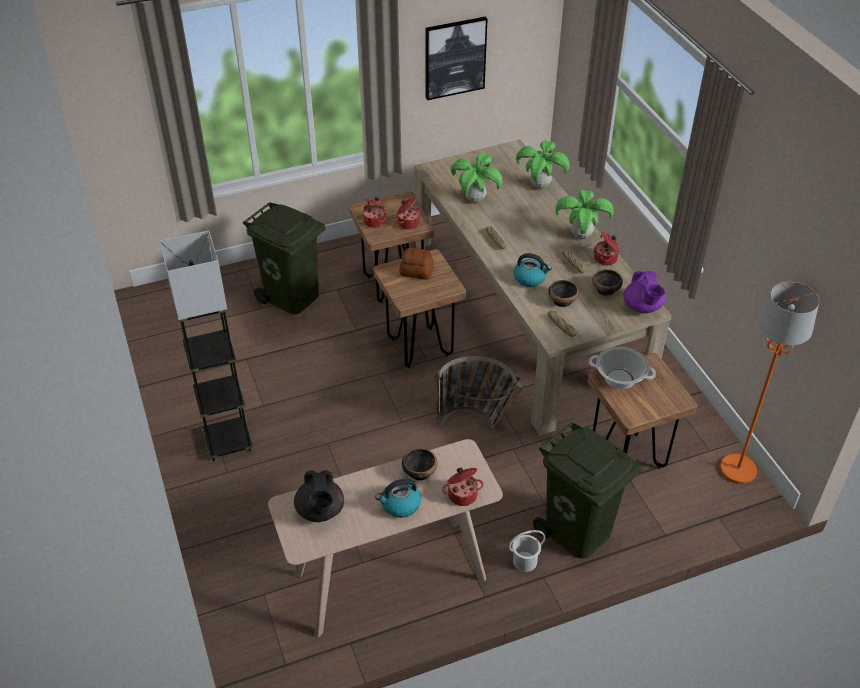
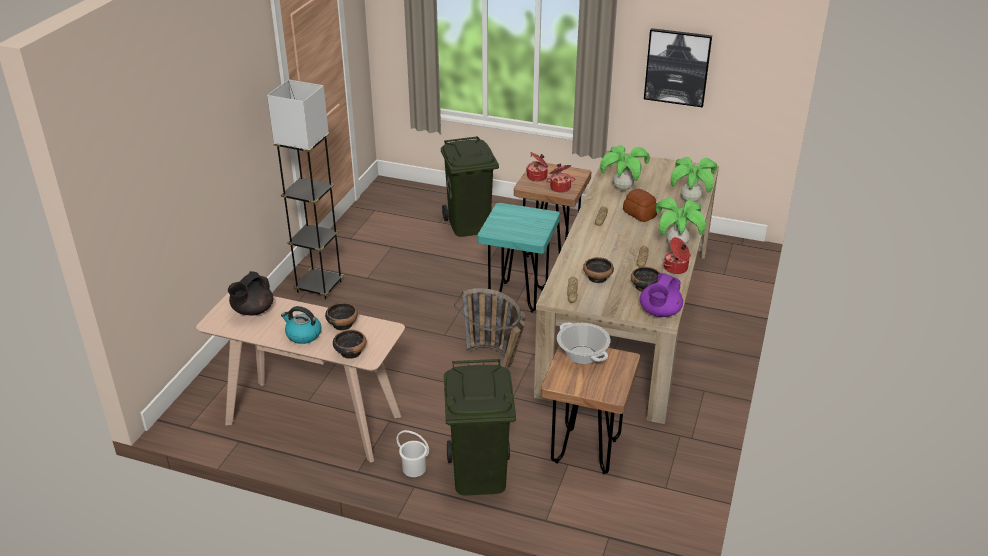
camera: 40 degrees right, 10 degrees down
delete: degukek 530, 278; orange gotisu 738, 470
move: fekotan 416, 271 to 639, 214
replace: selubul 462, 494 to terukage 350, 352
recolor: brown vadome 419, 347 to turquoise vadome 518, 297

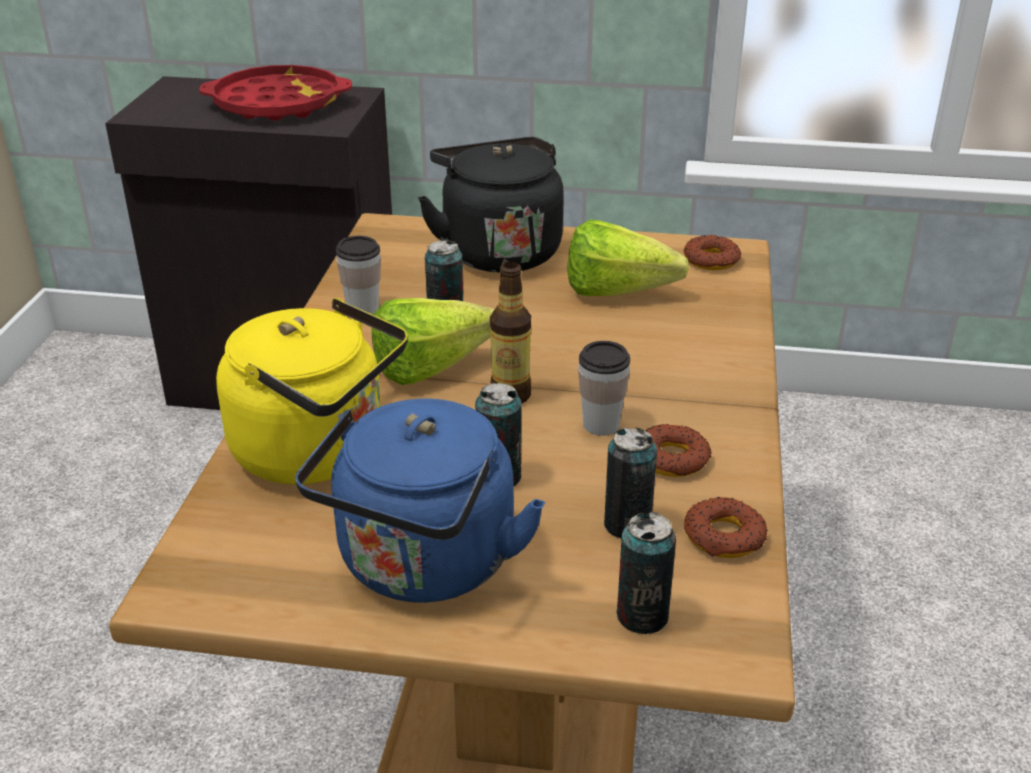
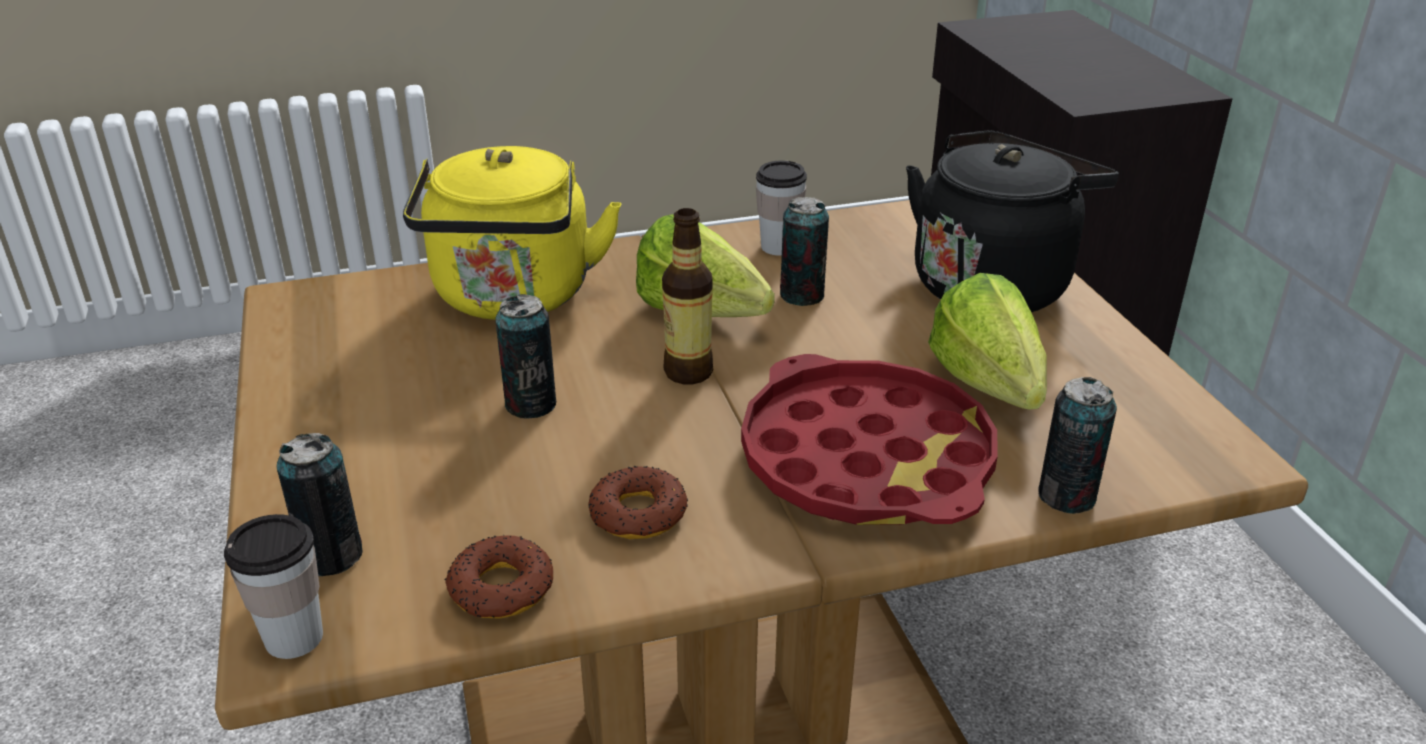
camera: 65 degrees right, 0 degrees up
delete: blue degukek 423, 567; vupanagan 711, 260
move: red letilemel 278, 104 to 866, 460; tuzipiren 601, 425 to 293, 638; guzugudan 627, 525 to 1066, 496

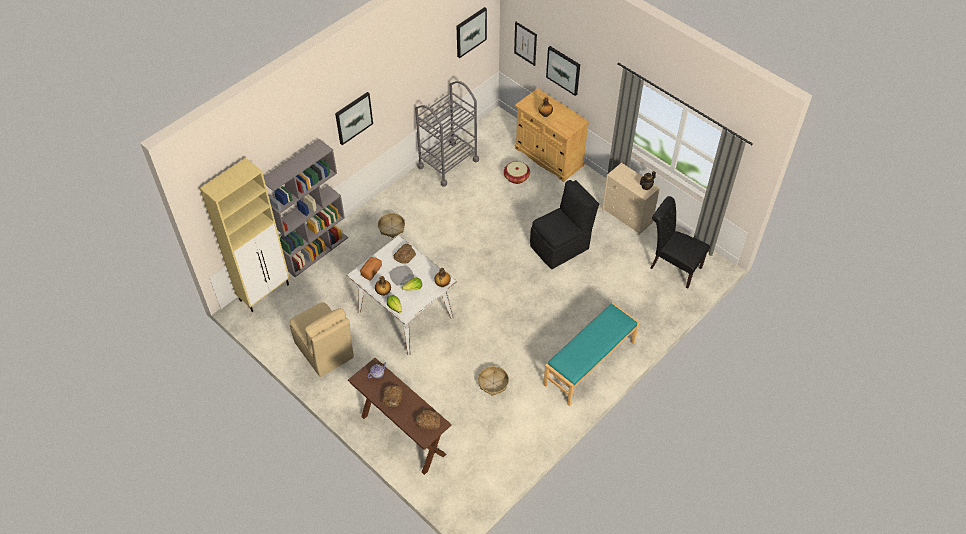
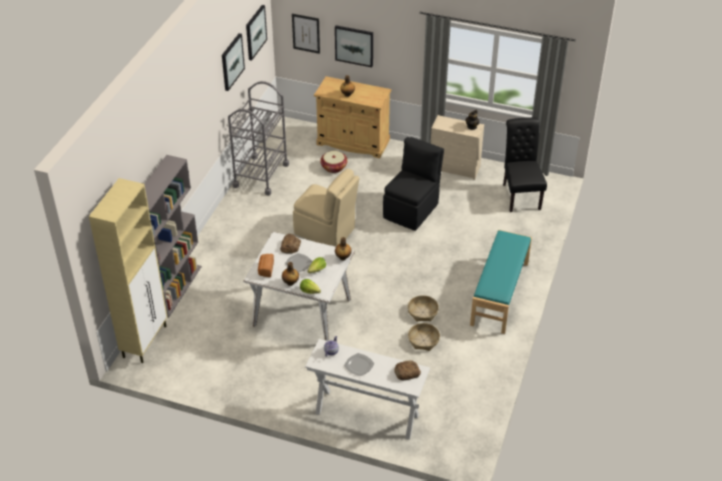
camera: 25 degrees left, 10 degrees down
move: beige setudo 325, 351 to 326, 232; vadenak 353, 118 to 232, 61; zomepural 391, 228 to 422, 312
replace: fekotan 392, 397 to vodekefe 359, 365
recolor: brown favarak 403, 435 to white favarak 367, 414
rotate: black setudo 672, 266 = 520, 194 75 degrees clockwise

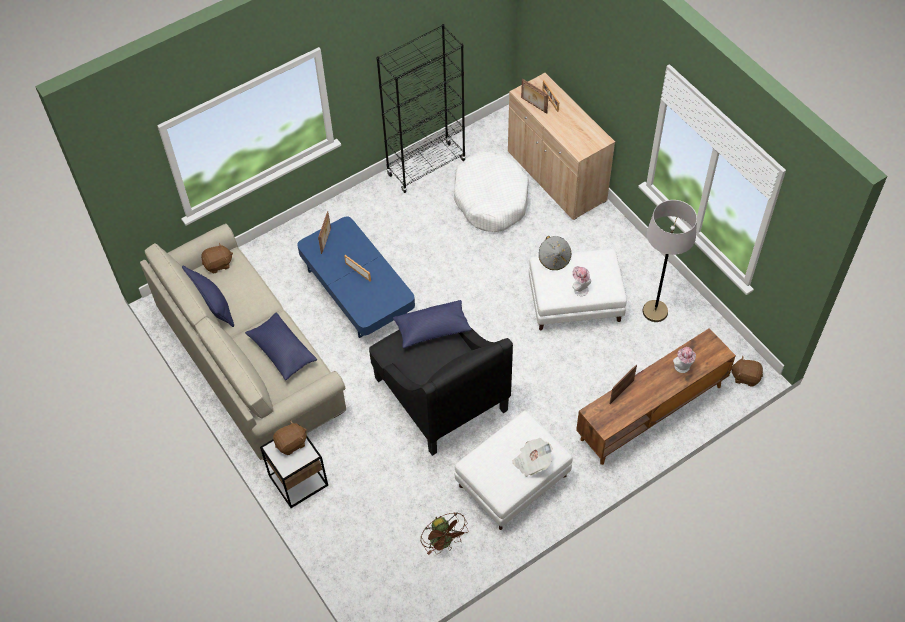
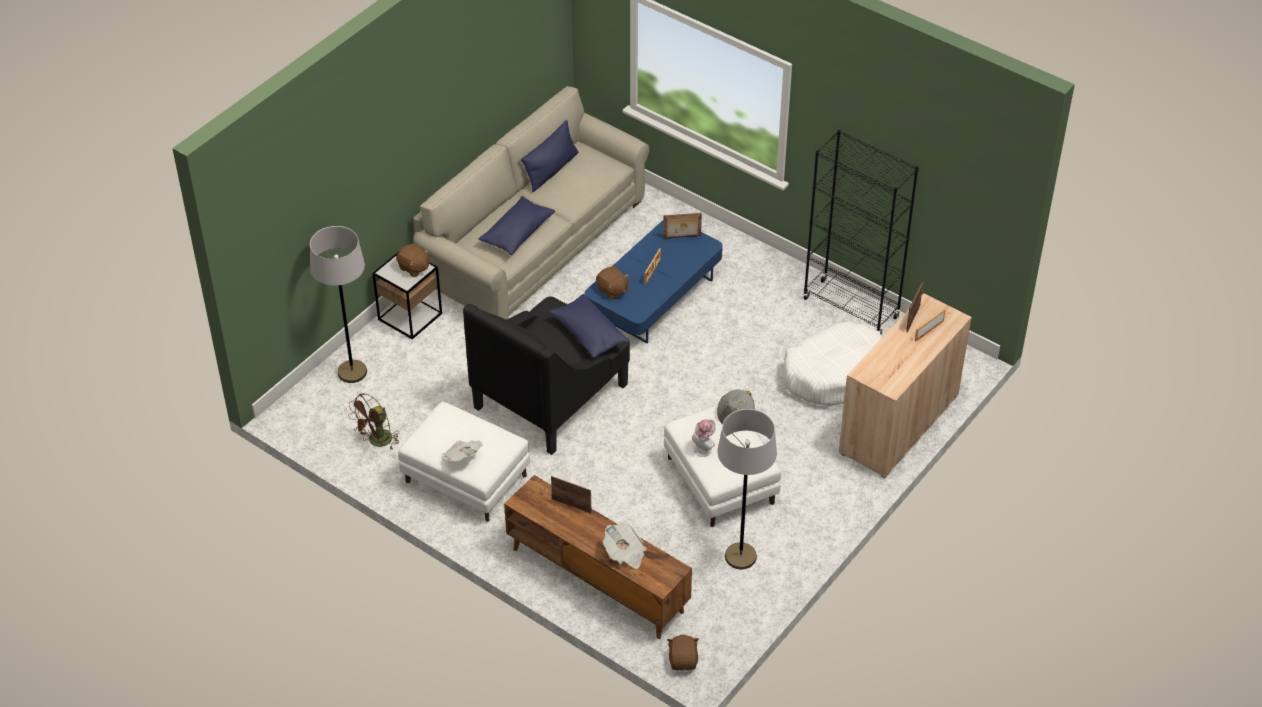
camera: 70 degrees right, 10 degrees down
insert: grey gotisu 352, 372
move: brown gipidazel 218, 264 to 612, 290
replace: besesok 683, 368 to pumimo 625, 553

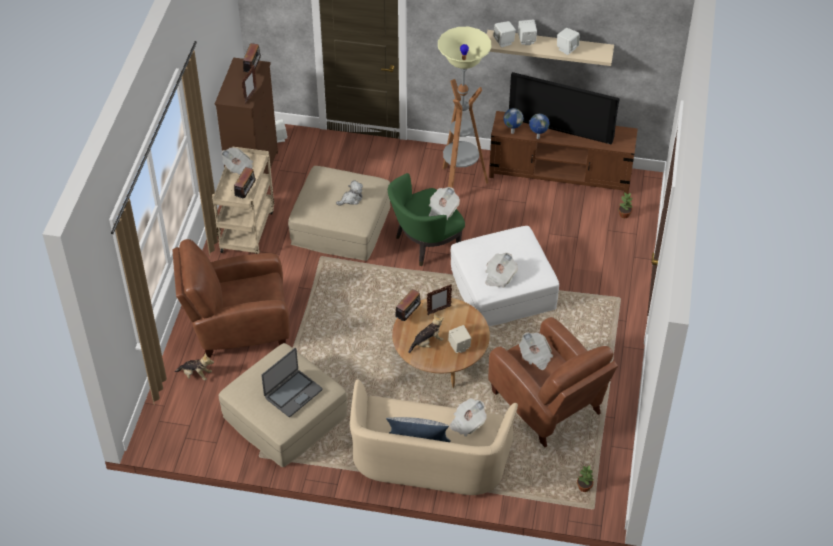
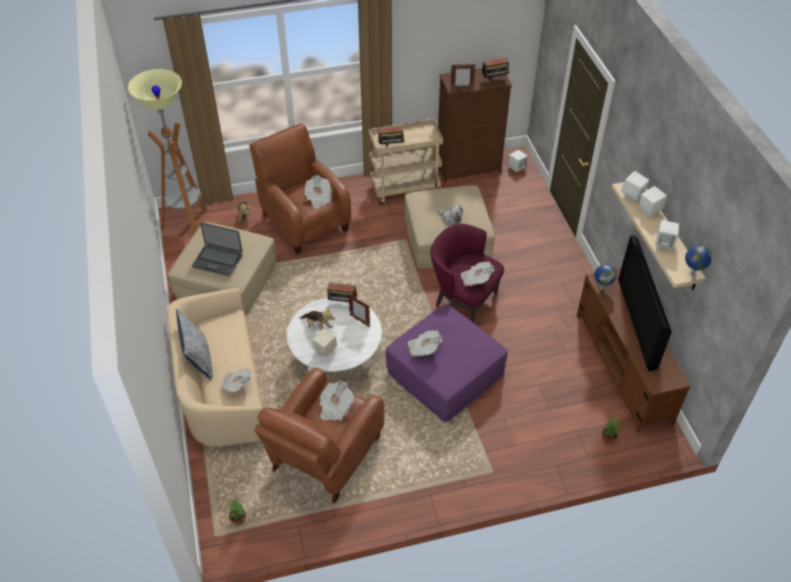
camera: 65 degrees right, 0 degrees up
move: pumimo 239, 168 to 318, 198; gotisu 460, 183 to 188, 224; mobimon 537, 138 to 691, 274
recolor: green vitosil 424, 244 to purple vitosil 463, 299; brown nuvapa 440, 360 to white nuvapa 336, 357; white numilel 502, 289 to purple numilel 445, 372

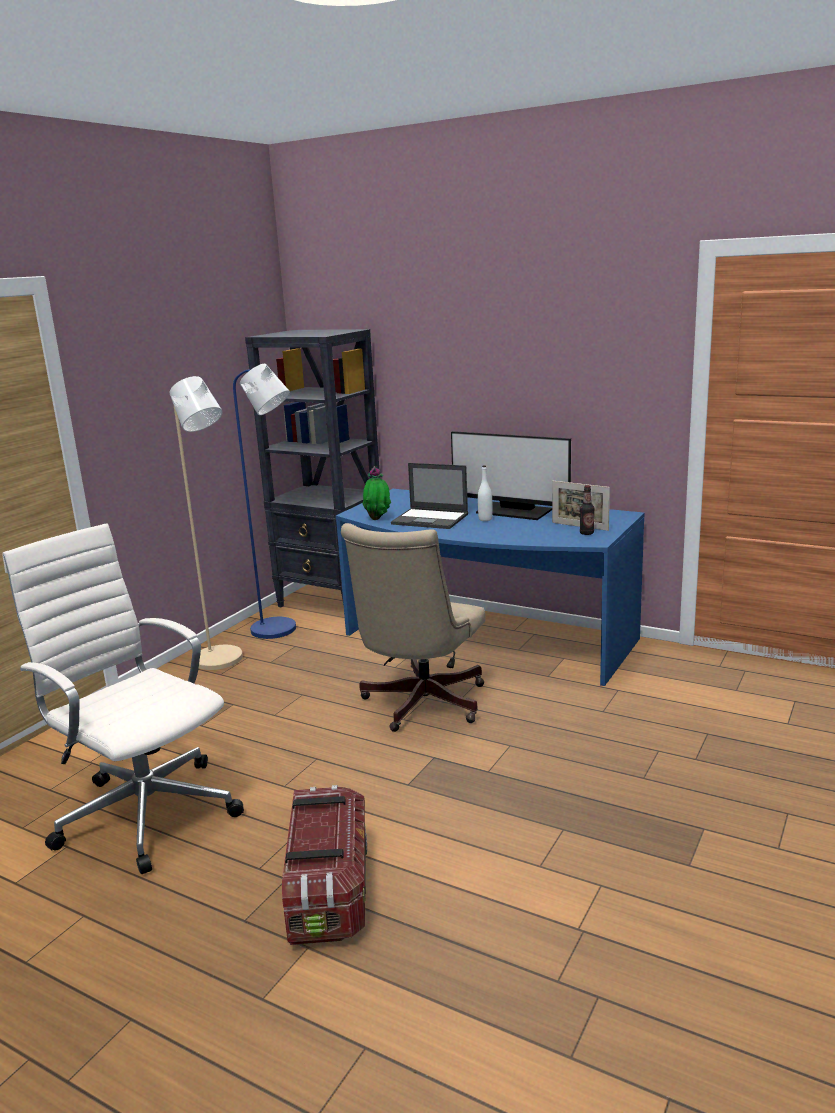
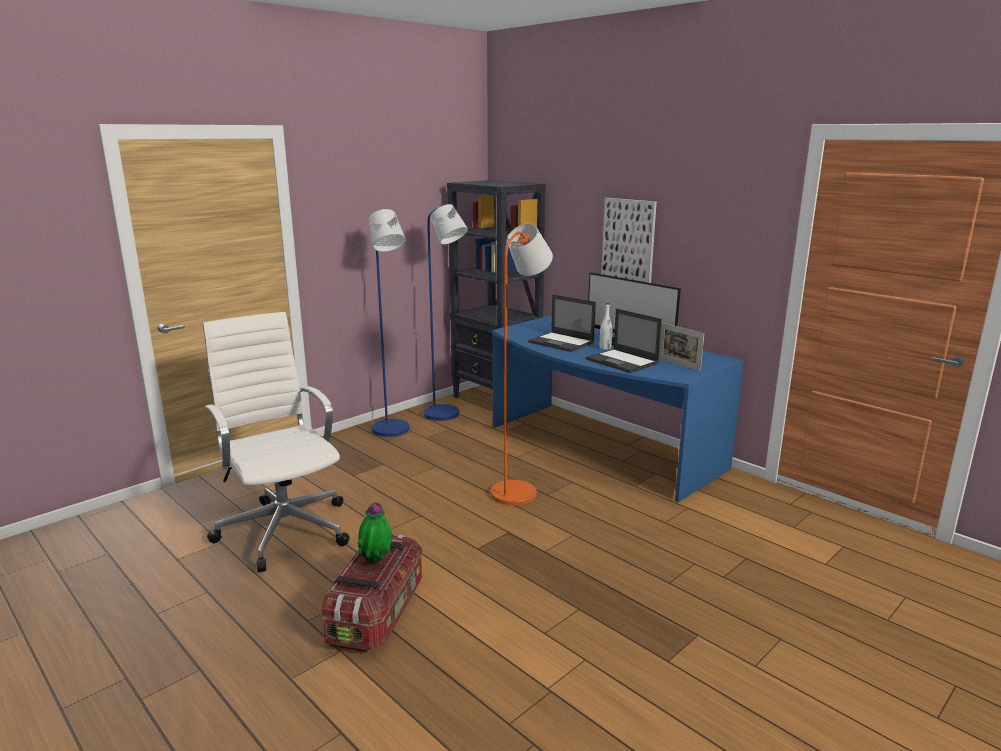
camera: 15 degrees right, 0 degrees up
delete: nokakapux 586, 533
insert: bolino 623, 361; vadenak 628, 245
move: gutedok 378, 519 to 377, 562
replace: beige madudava 419, 705 to orange gotisu 519, 490
recolor: beige gotisu 223, 661 to blue gotisu 393, 431

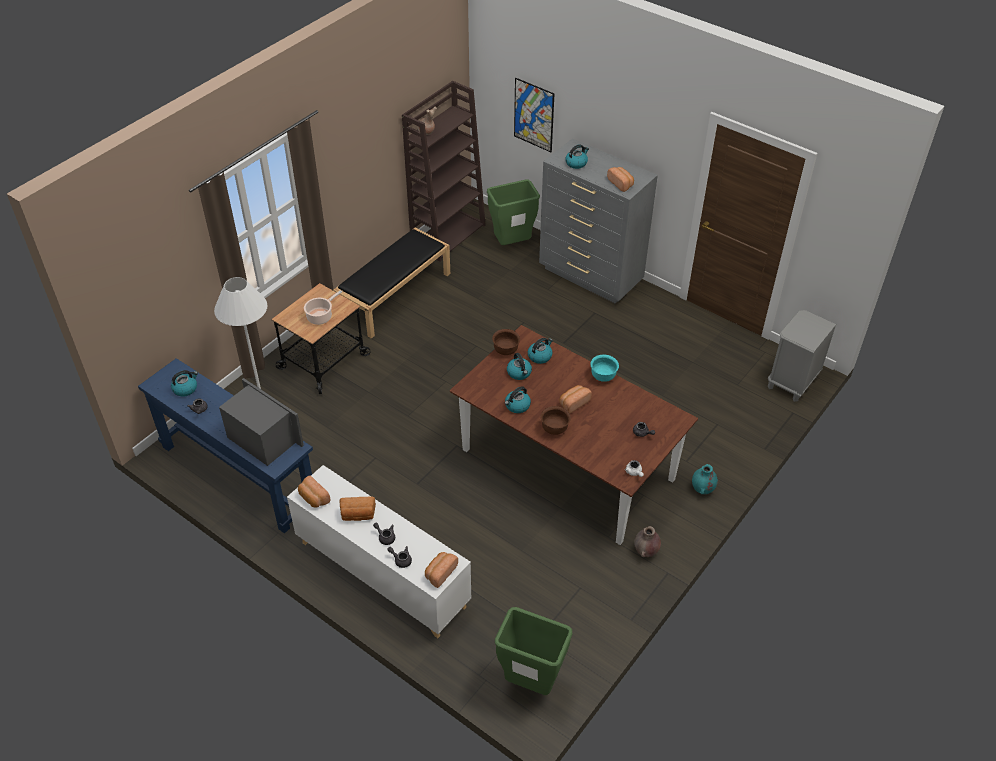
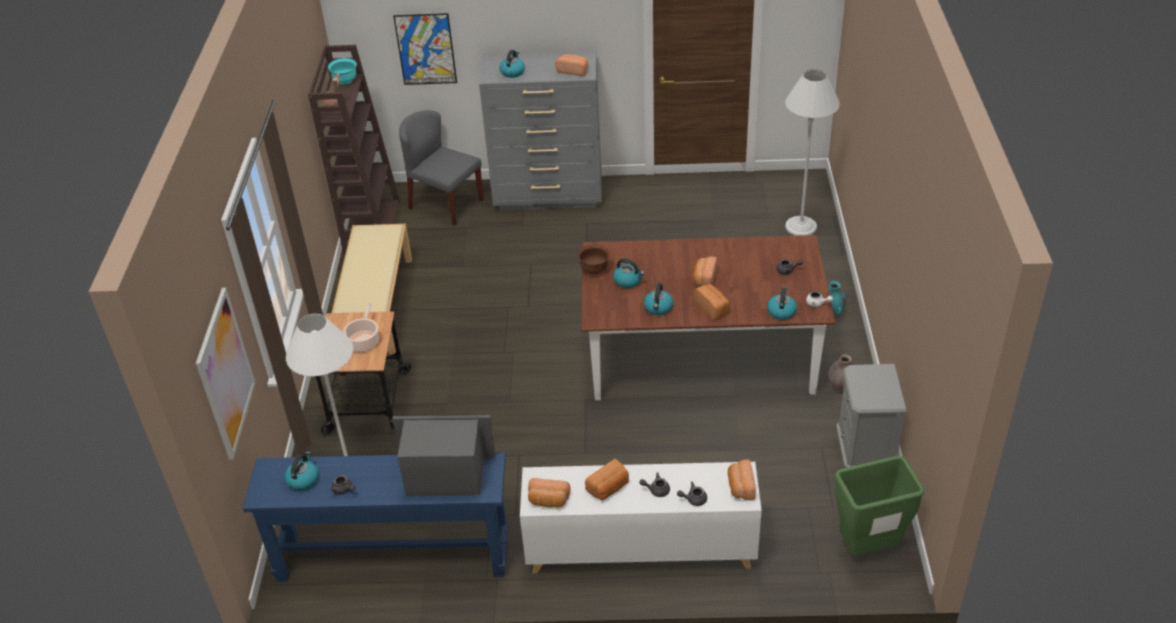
camera: 35 degrees left, 5 degrees down
insert: vadenak 225, 373; white gotisu 801, 226
move: degukek 540, 356 to 781, 311; turquoise terukage 603, 377 to 345, 81; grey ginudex 792, 382 to 864, 455
replace: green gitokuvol 512, 244 to grey setudo 445, 204; brown terukage 554, 429 to fekotan 713, 308
recolor: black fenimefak 395, 295 to beige fenimefak 376, 305

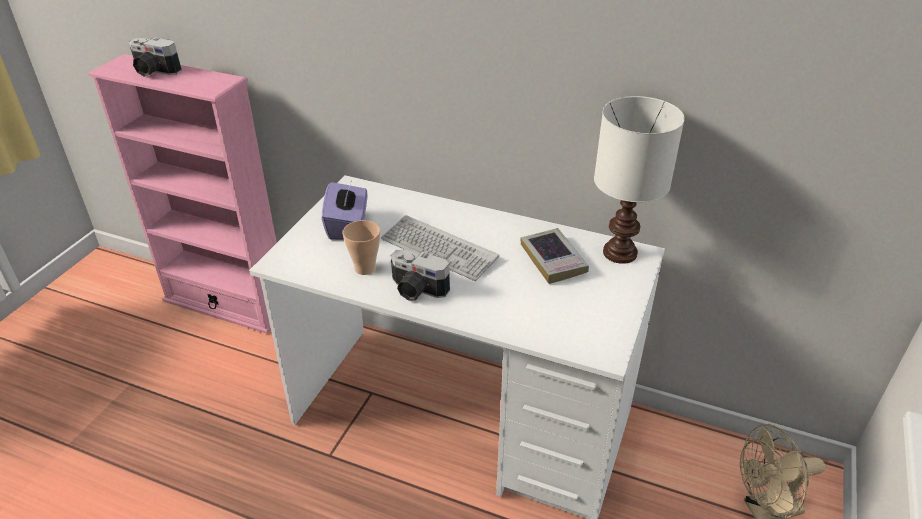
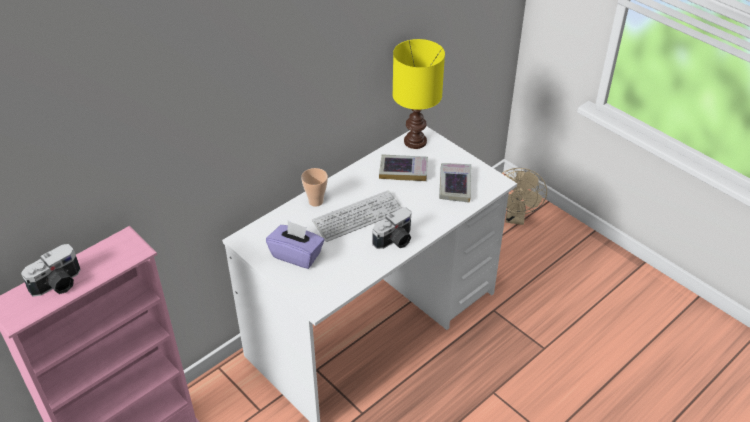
camera: 65 degrees left, 5 degrees up
insert: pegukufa 454, 185
move: tuzipiren 365, 268 to 316, 201
recolor: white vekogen 619, 252 to yellow vekogen 414, 141

